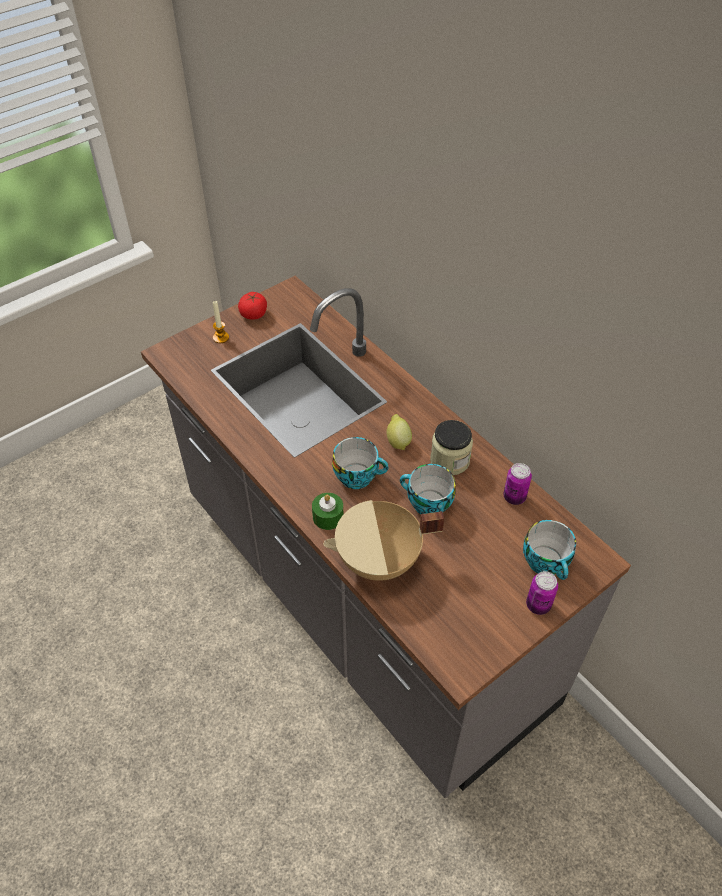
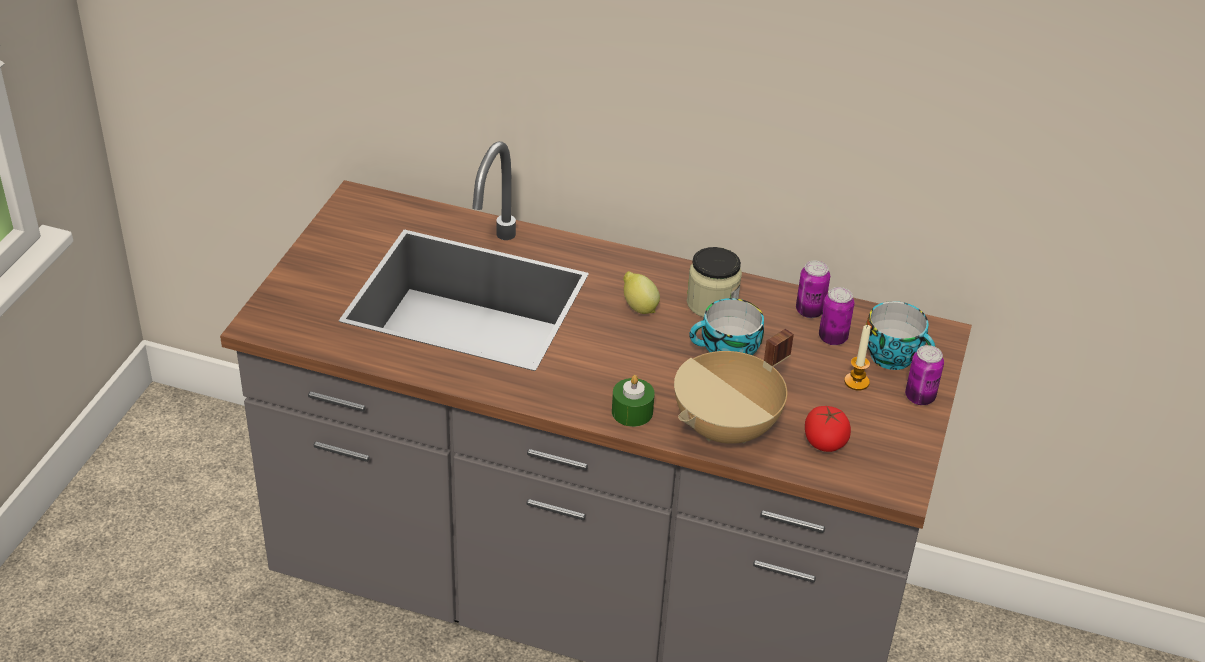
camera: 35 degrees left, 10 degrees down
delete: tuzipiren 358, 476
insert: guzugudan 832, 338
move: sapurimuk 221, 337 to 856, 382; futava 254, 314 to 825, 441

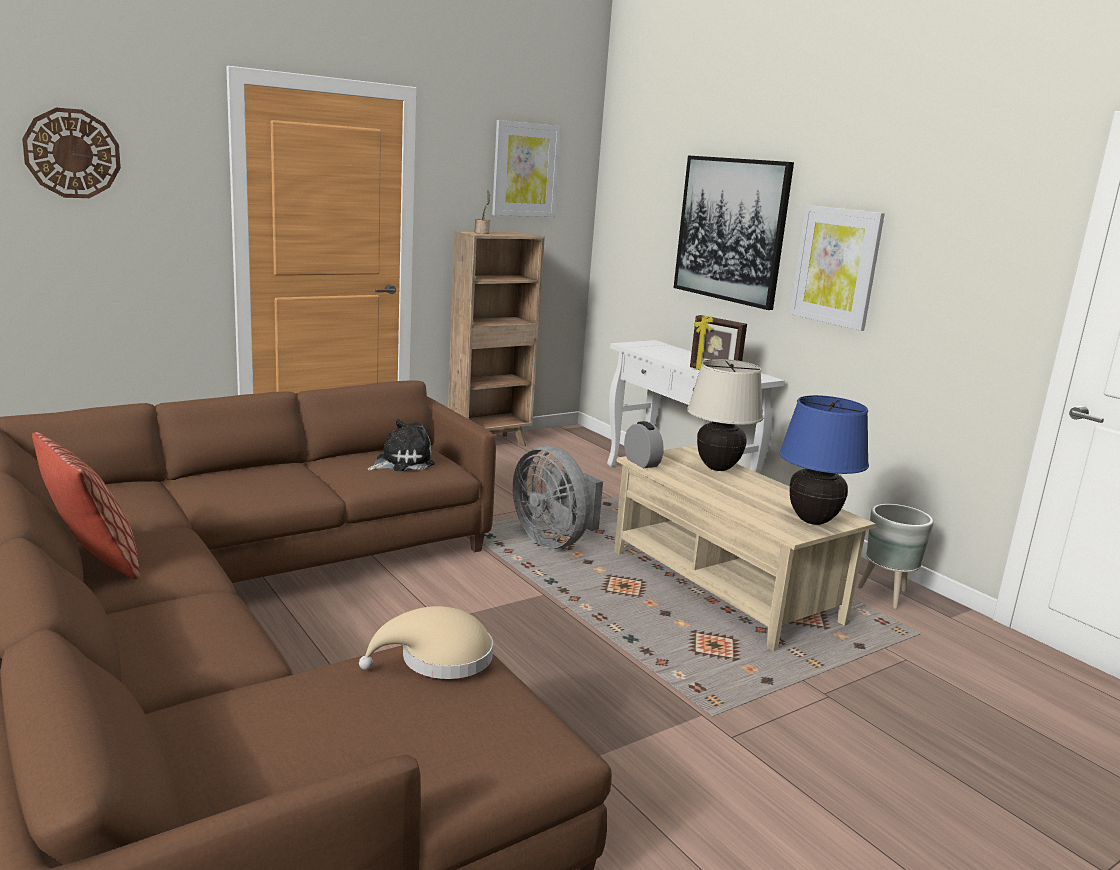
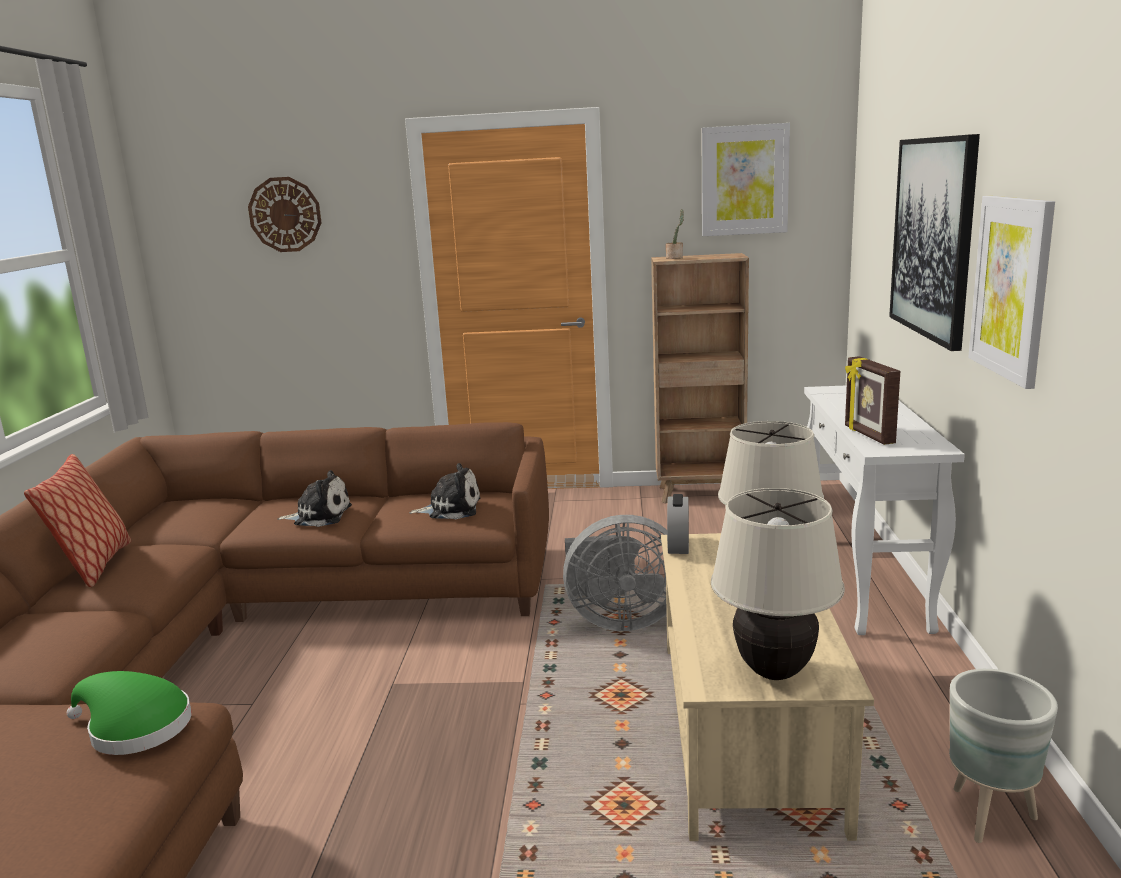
camera: 40 degrees right, 0 degrees up
insert: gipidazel 319, 516
recolor: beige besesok 438, 659 to green besesok 134, 728; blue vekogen 813, 521 to beige vekogen 774, 672
rotate: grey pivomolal 554, 540 = 619, 620 90 degrees counterclockwise

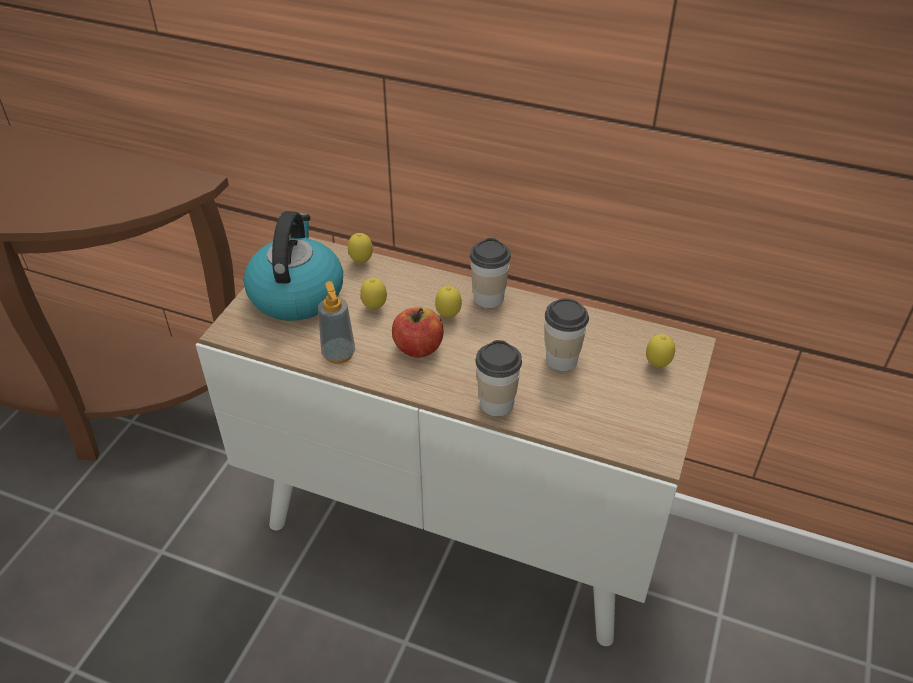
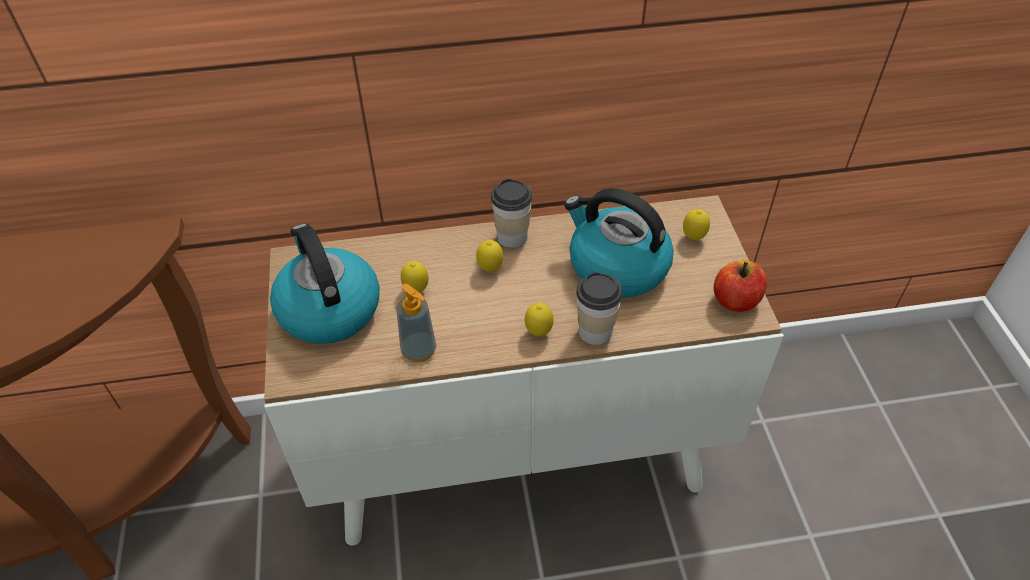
camera: 30 degrees left, 5 degrees up
move: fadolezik 361, 262 to 538, 332; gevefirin 418, 348 to 736, 300
replace: tuzipiren 561, 359 to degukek 616, 267

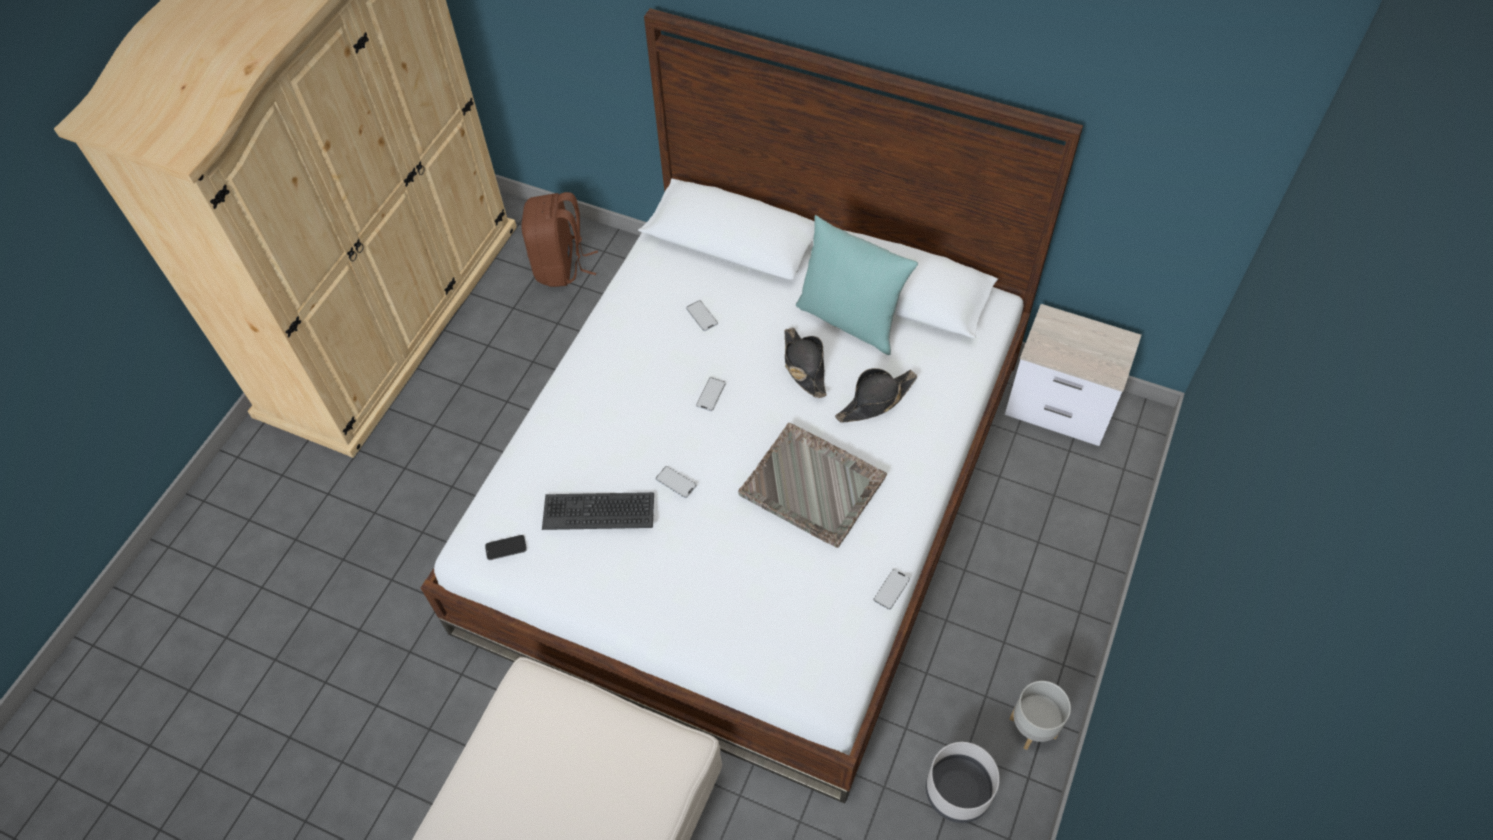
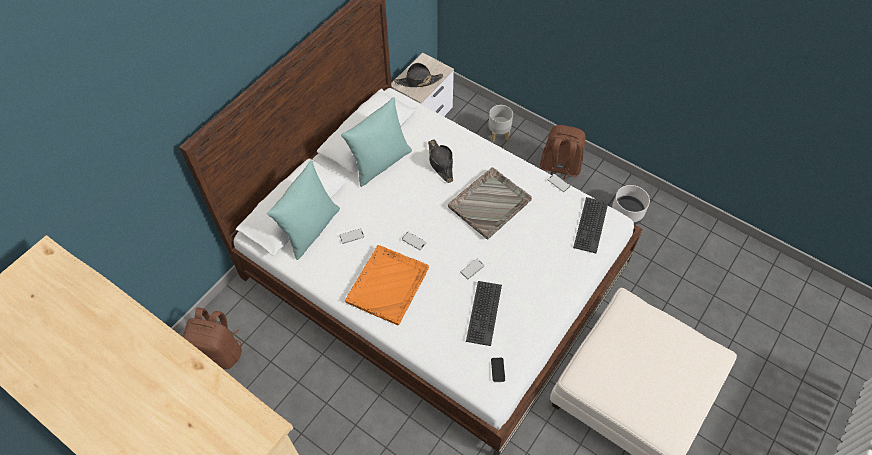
camera: 80 degrees left, 0 degrees up
insert: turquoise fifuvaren 310, 229; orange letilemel 388, 284; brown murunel 559, 169; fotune 590, 225
move: black besesok 804, 366 to 418, 81; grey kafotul 1033, 728 to 499, 134

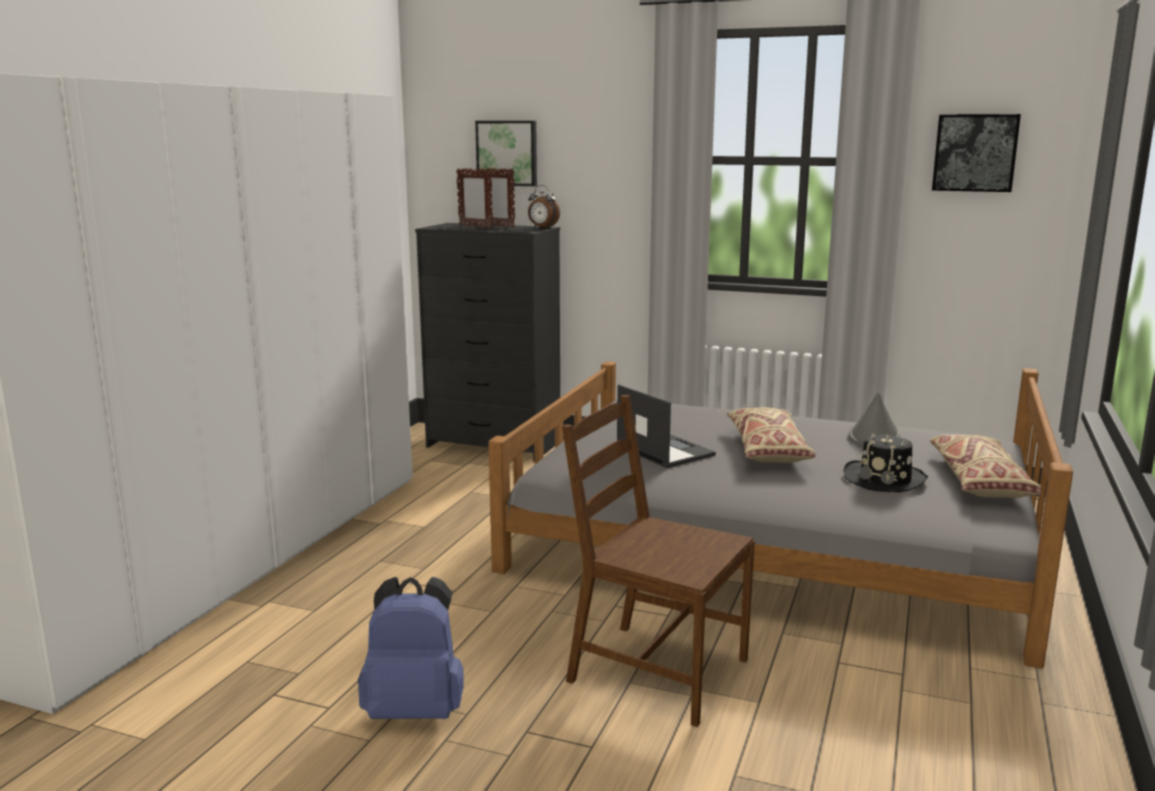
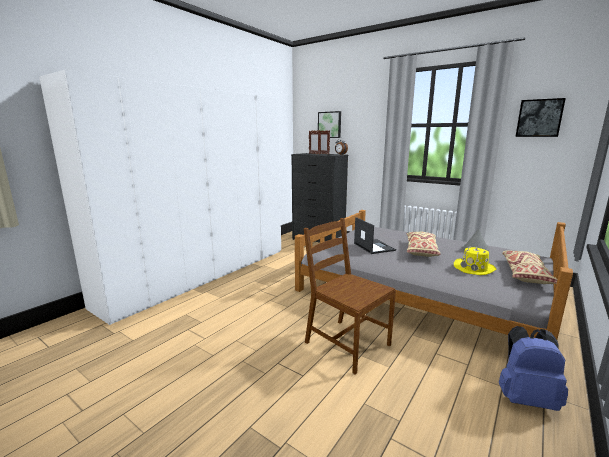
camera: 15 degrees right, 0 degrees up
move: blue murunel 416, 709 to 525, 398
recolor: black besesok 885, 479 to yellow besesok 474, 268

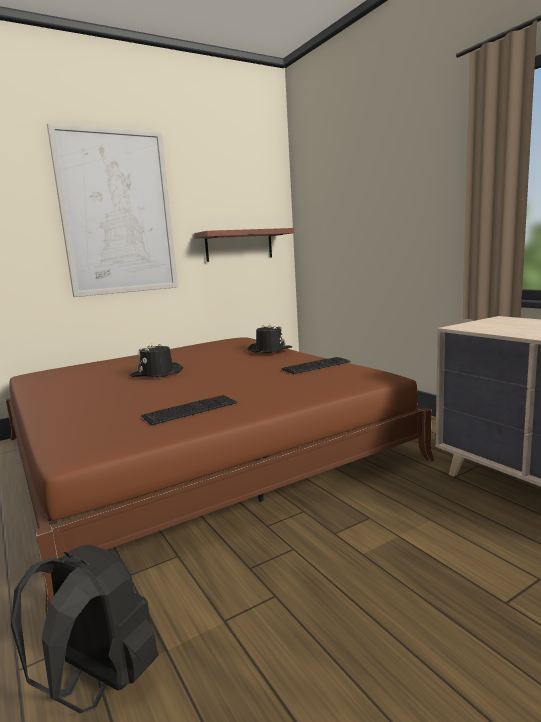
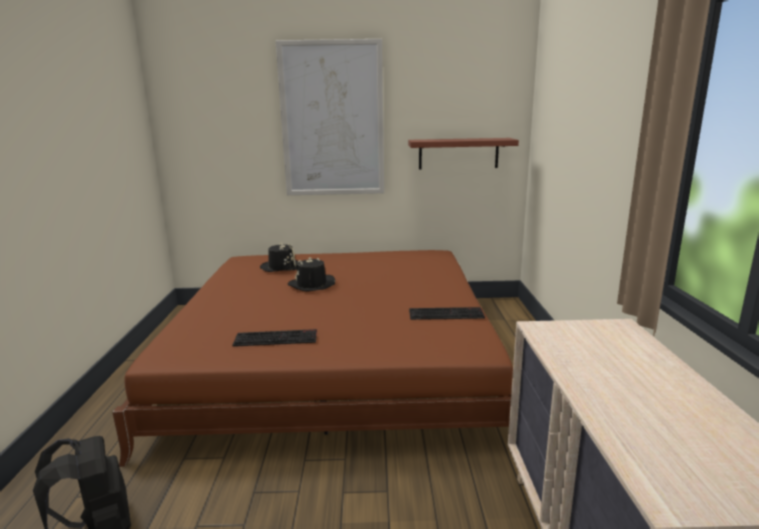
camera: 30 degrees right, 5 degrees up
move: black besesok 269, 350 to 281, 267

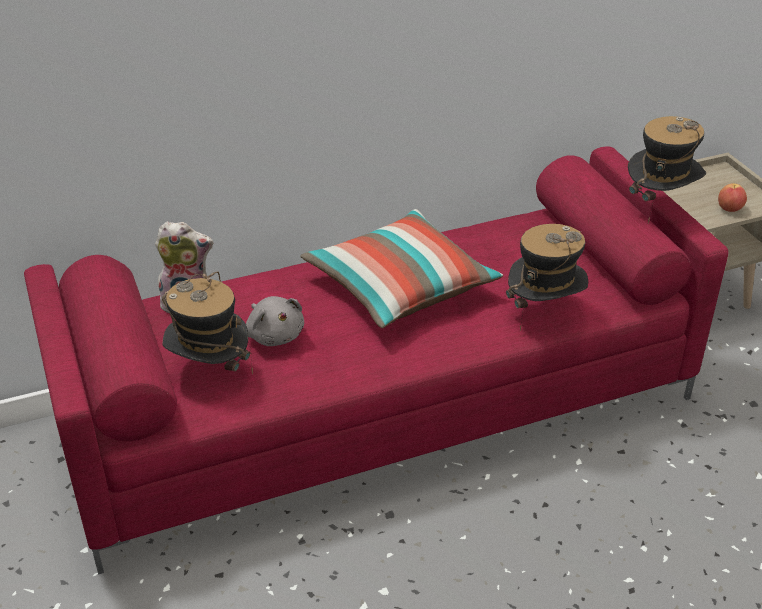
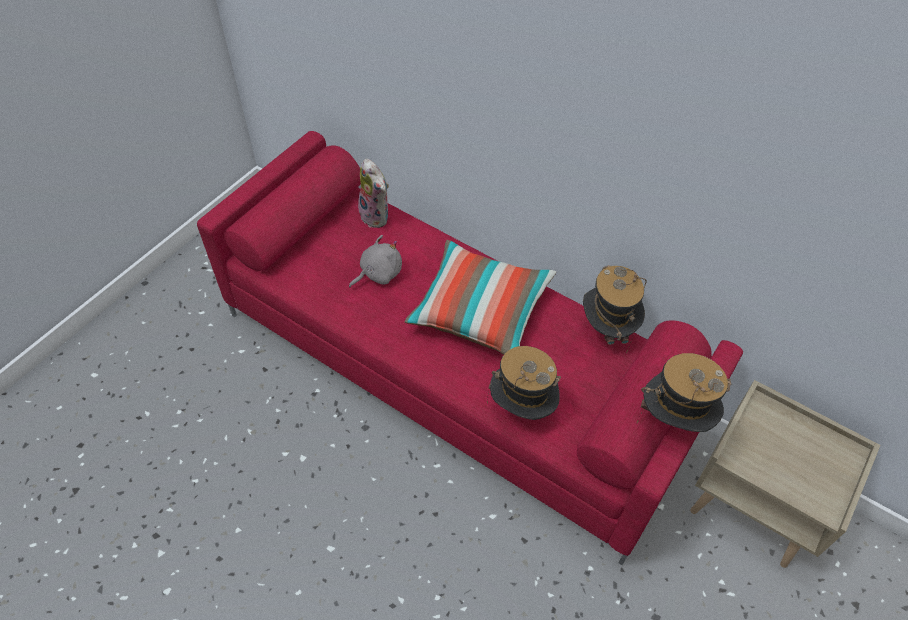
camera: 55 degrees right, 15 degrees up
delete: gevefirin 729, 209
move: besesok 210, 371 to 607, 330
rotate: grey gipidazel 274, 335 = 378, 273 150 degrees counterclockwise

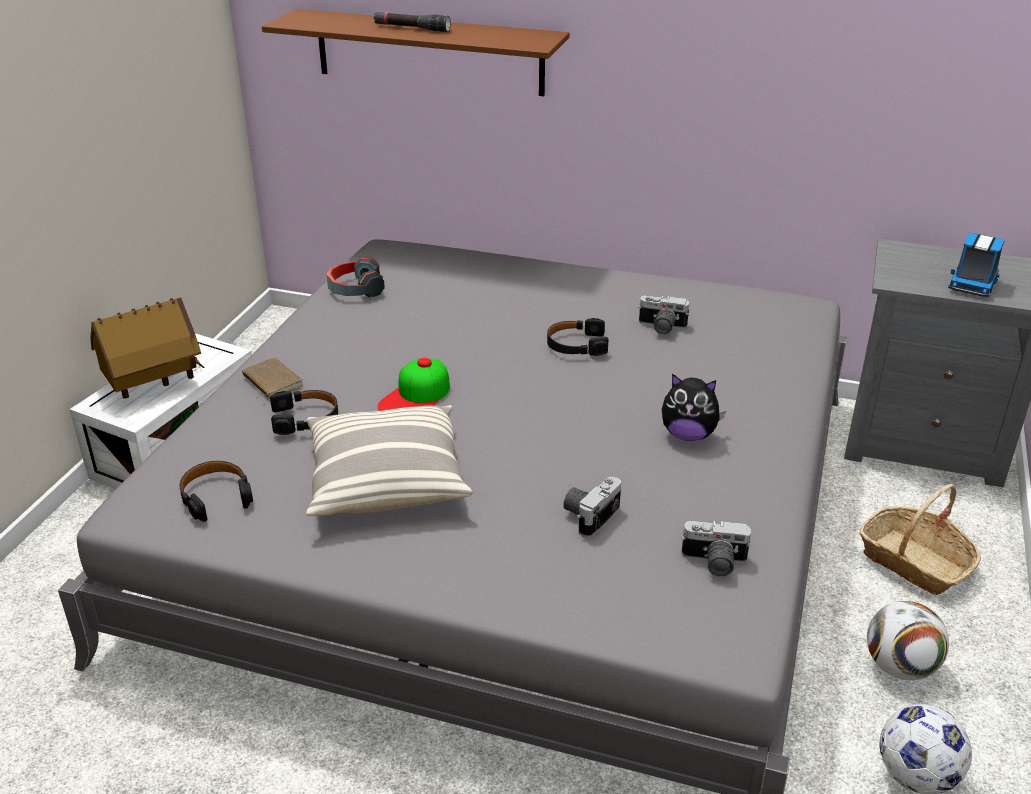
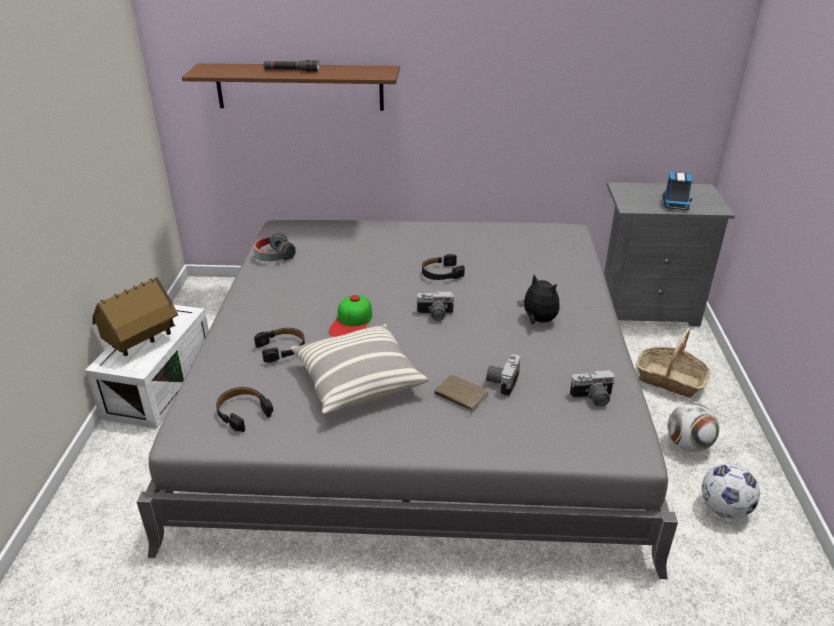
camera: 15 degrees left, 0 degrees up
move: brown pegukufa 270, 382 to 460, 396; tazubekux 661, 327 to 435, 315
rotate: gipidazel 688, 435 = 538, 321 135 degrees counterclockwise

